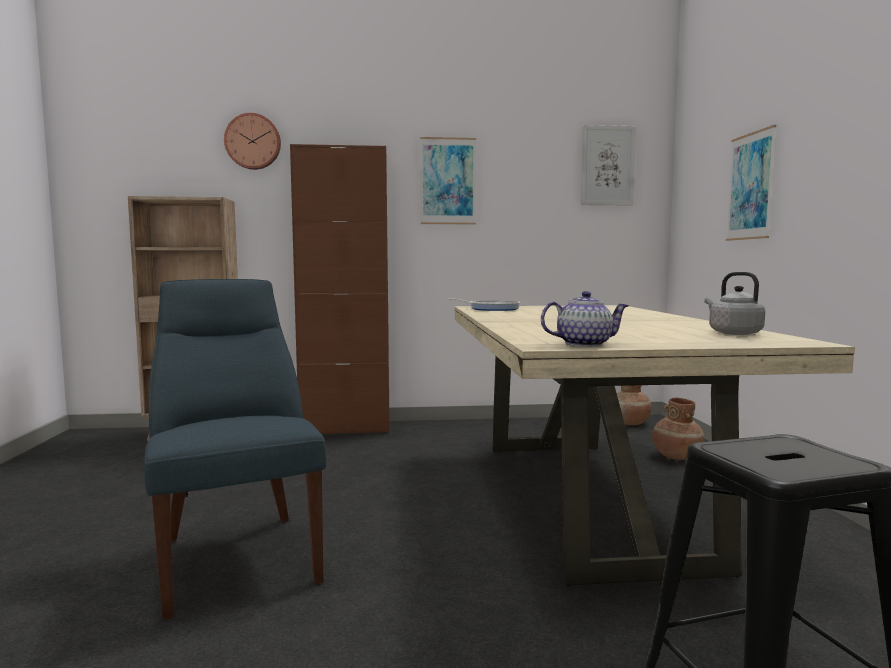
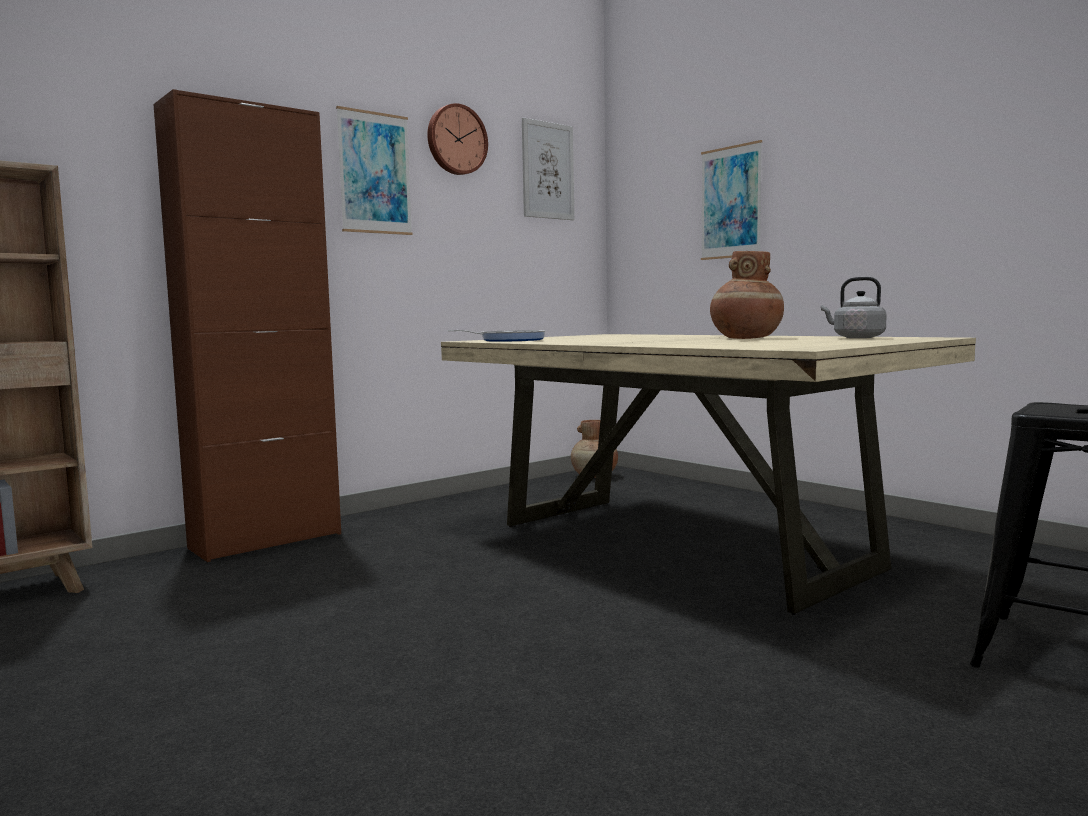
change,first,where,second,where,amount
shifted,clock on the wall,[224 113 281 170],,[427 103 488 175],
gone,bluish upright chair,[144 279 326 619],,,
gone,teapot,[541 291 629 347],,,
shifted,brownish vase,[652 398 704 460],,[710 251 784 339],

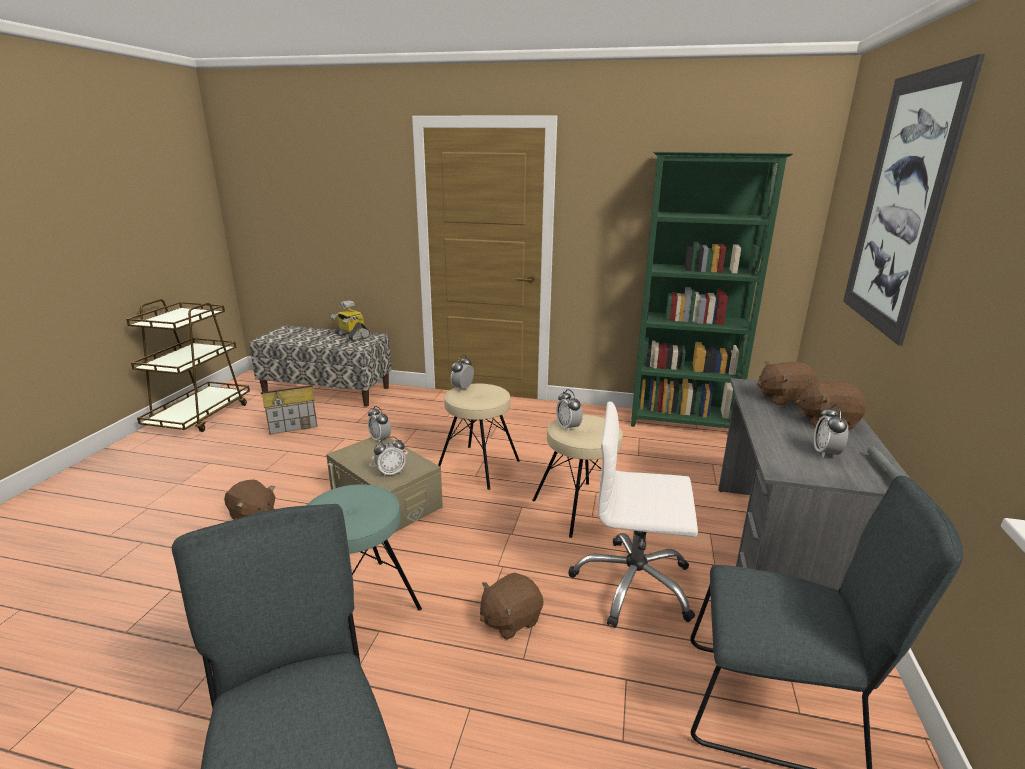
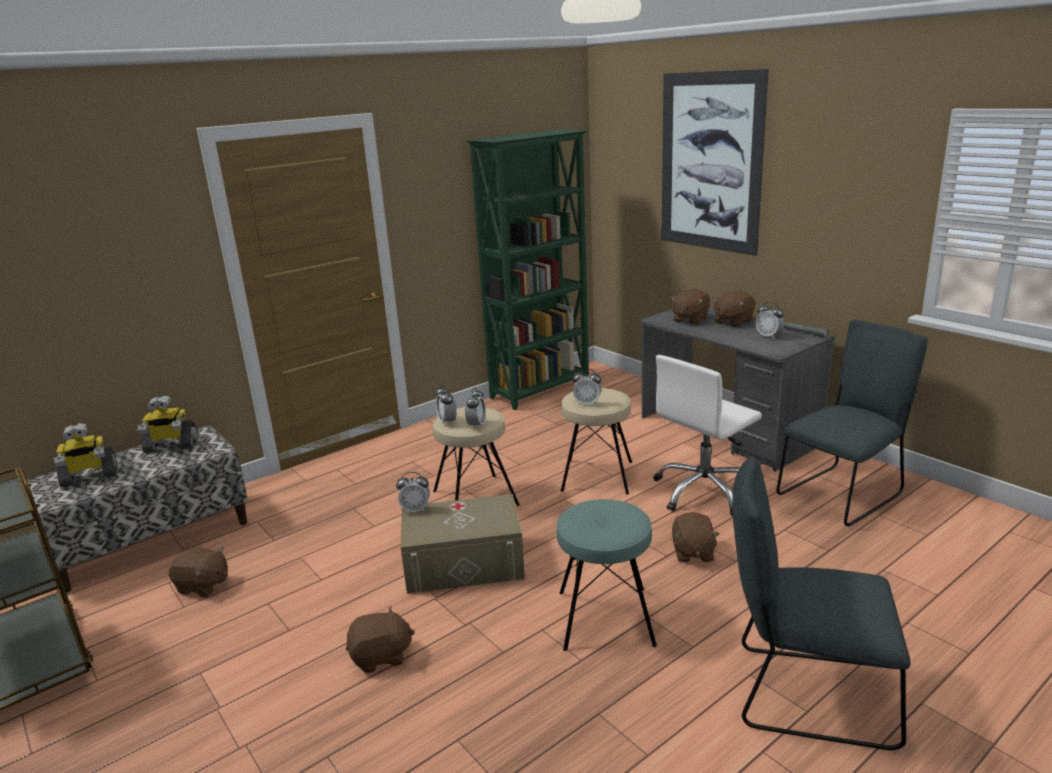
change,first,where,second,where,amount
swapped,miniature house,[261 385 318 435],brownish soft toy,[169 547 228 597],
shifted,alarm clock,[374 437 406 477],,[465 388 486 429],
new,,,model robot,[54 423 118 487],

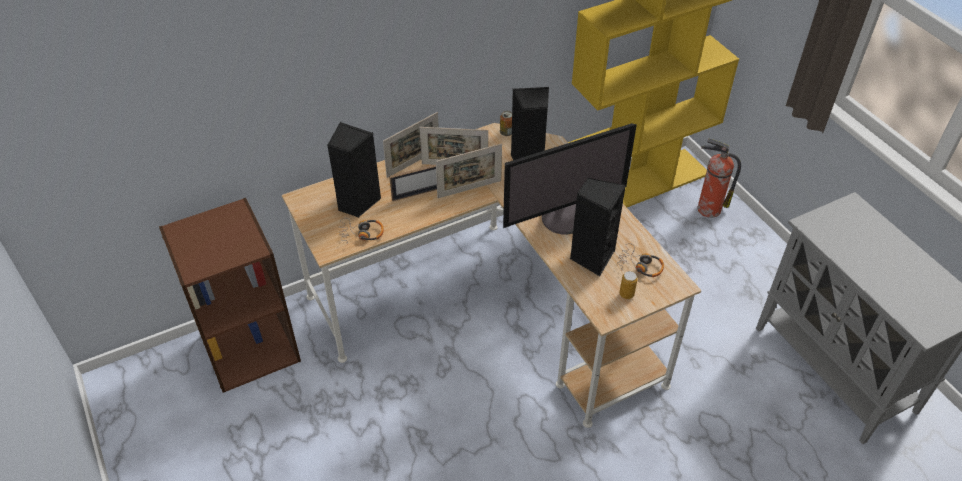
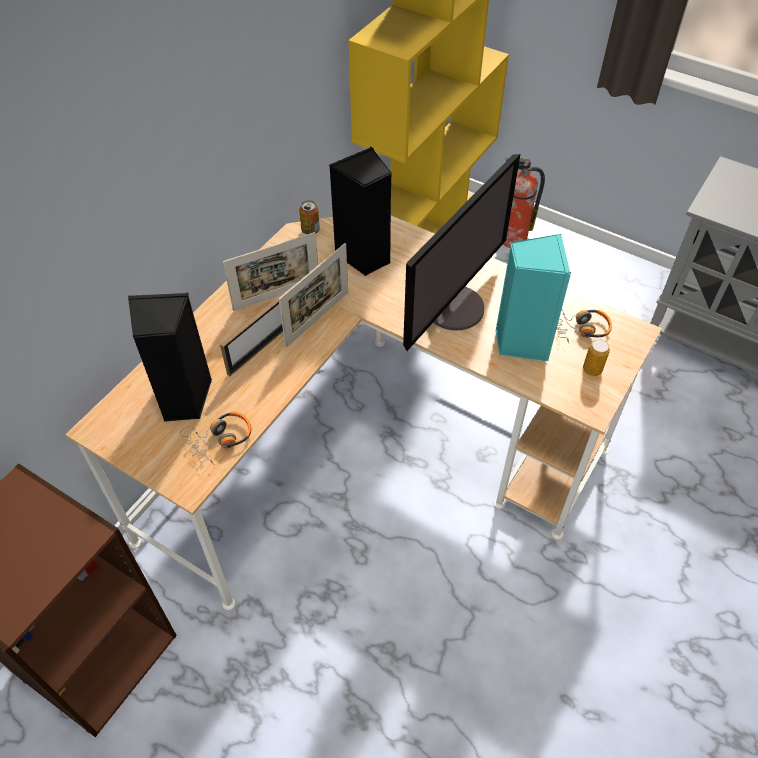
change,first,where,second,where,amount
gone,standing frame,[383 112 439 178],,,
repainted,black audio speaker,[570 178 626 276],blue-green audio speaker,[495 234 571 361],

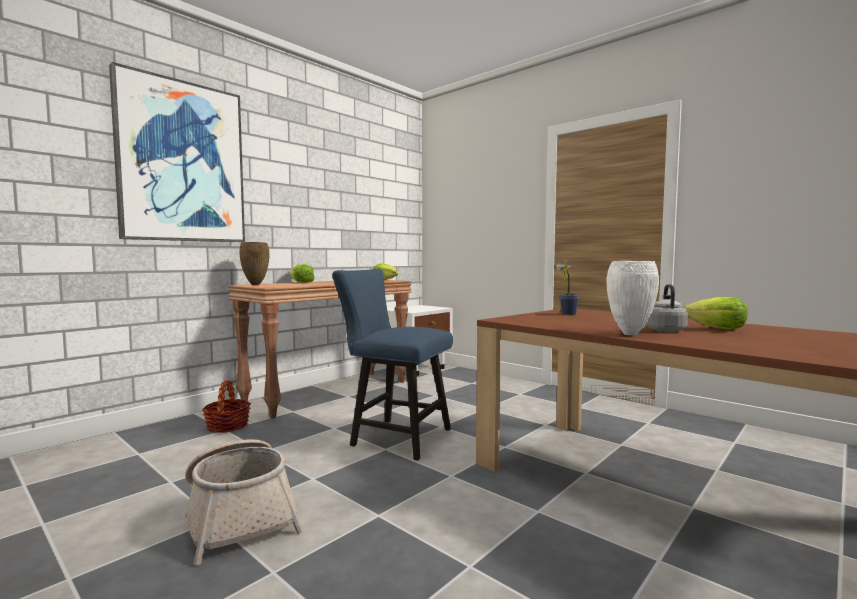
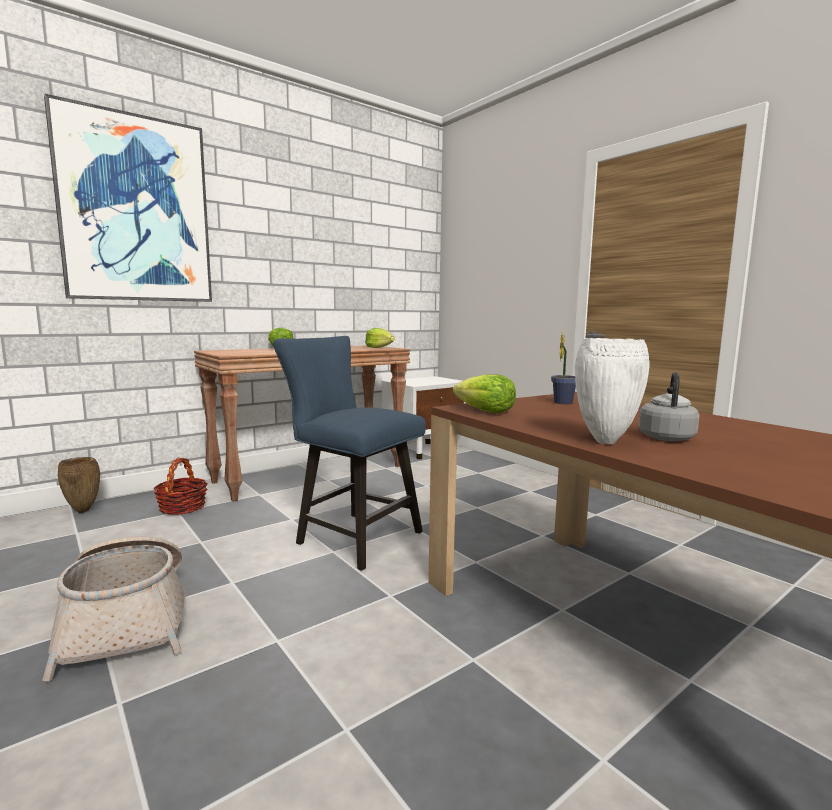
change,first,where,second,where,amount
shifted,brownish vase,[239 242 269 285],,[58 457 100 513],
shifted,lettuce,[684 297 748 330],,[453 374 516 413],

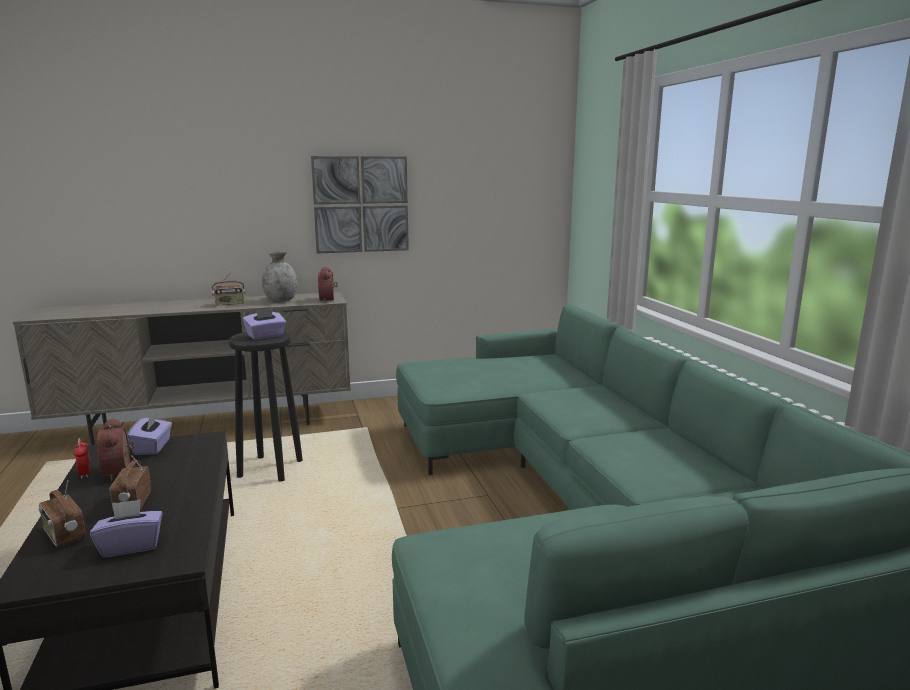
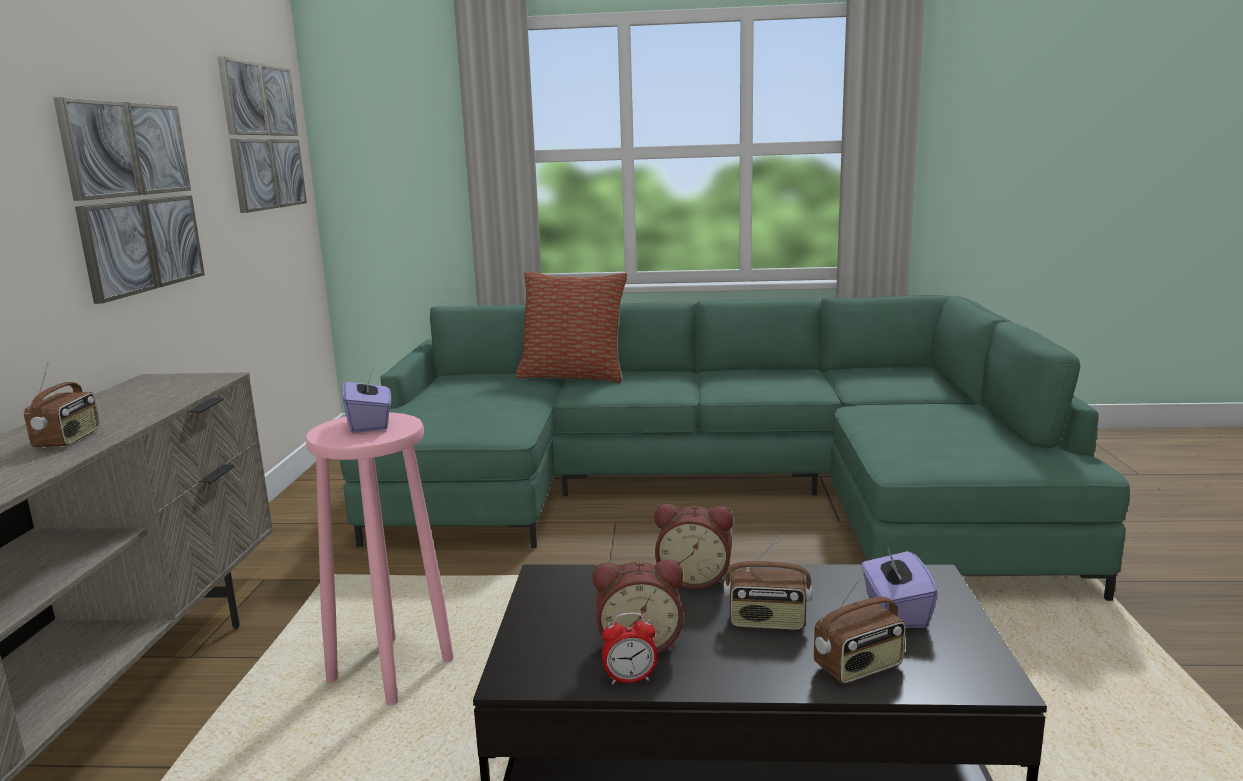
change,first,where,second,where,amount
gone,greyish vase,[262 251 298 302],,,
shifted,alarm clock,[318 267 338 303],,[654 504 733 589],
repainted,black stool,[228 331 303 481],pinkish stool,[306 413 454 705],
gone,purple-coloured tissue holder,[127 413 172 455],,,
new,,,wall picture,[218 56 307 213],
new,,,cushion,[516 272 628 383],

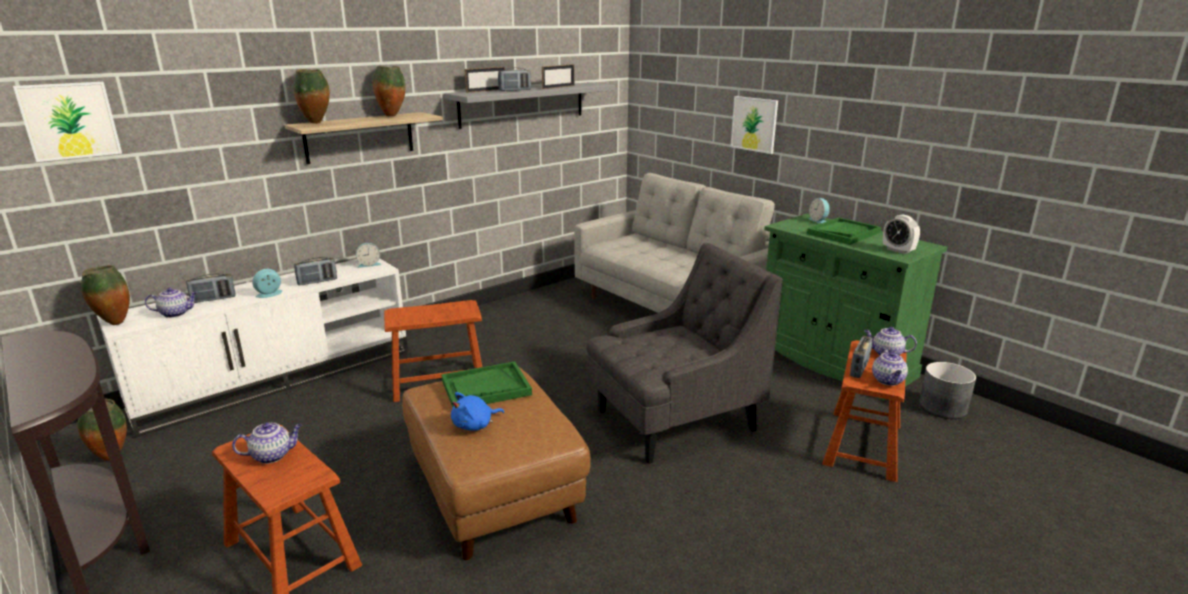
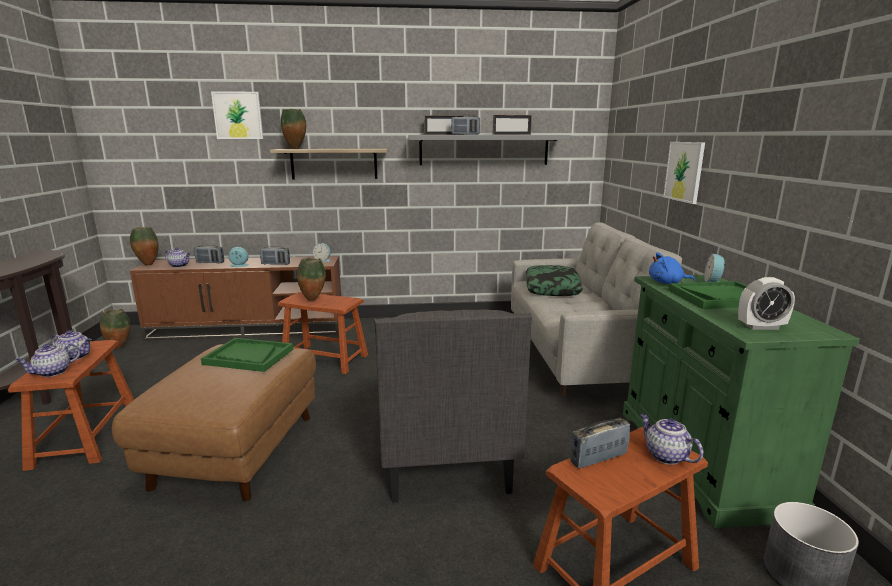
change,first,where,second,where,amount
shifted,vase,[373 66 405 116],,[297 257 326 301],
shifted,wall picture,[13 82 122 162],,[211 91 263 139],
rotated,alarm clock,[883 214 920 254],,[738 277 795 330],90 degrees counterclockwise
rotated,greyish lounge chair,[586 243 783 464],,[374 309 532 503],75 degrees clockwise
repainted,white-coloured tv stand,[97 258 408 438],brownish tv stand,[130 256 341 341],
shifted,teapot,[872 348 908 386],,[15 344 80 377],
shifted,bluish soft toy,[451 392 504 430],,[649 252 695 284],
new,,,cushion,[526 265 583 296],

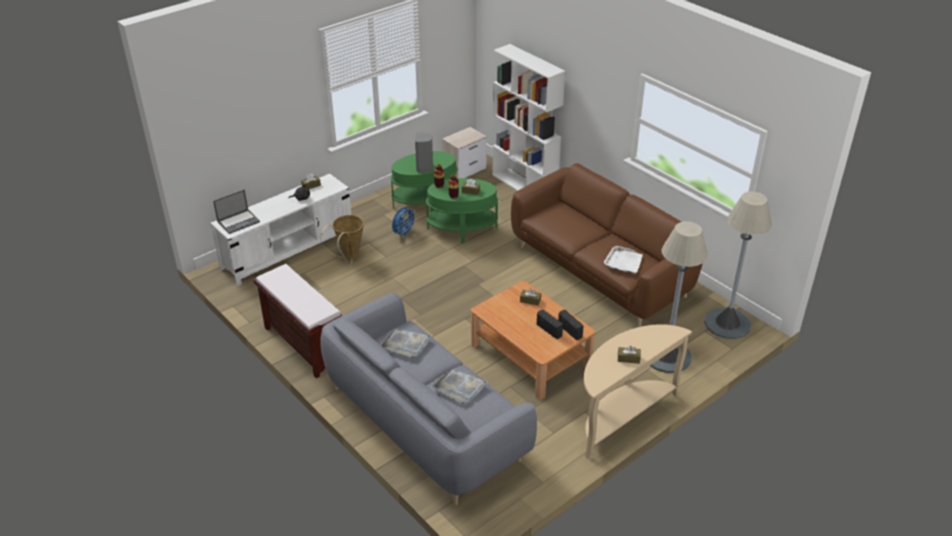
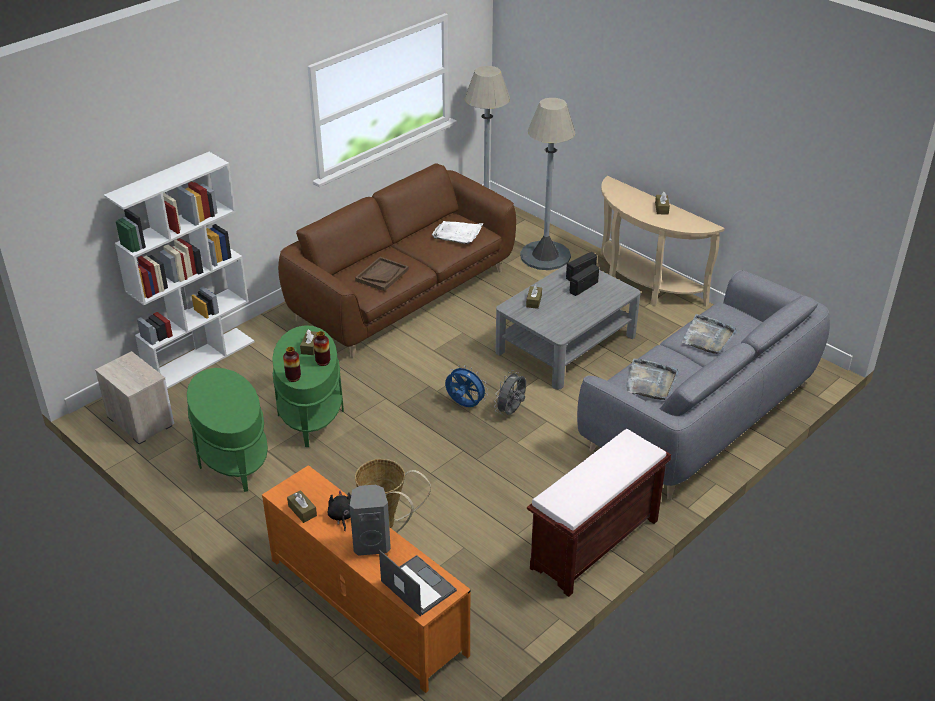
change,first,where,second,where,amount
shifted,greyish audio speaker,[415 132 433 173],,[350 485 391 556],
repainted,white-coloured tv stand,[211 174 351 286],orangey tv stand,[262 465 471 693],
shifted,bluish electric fan,[392 207 417 238],,[445 365 488 407],
repainted,brownish coffee table,[471 281 595 399],greyish coffee table,[496 264 641 390],
new,,,brownish tray,[355 257 409 291],
new,,,greyish electric fan,[494 370 526 415],

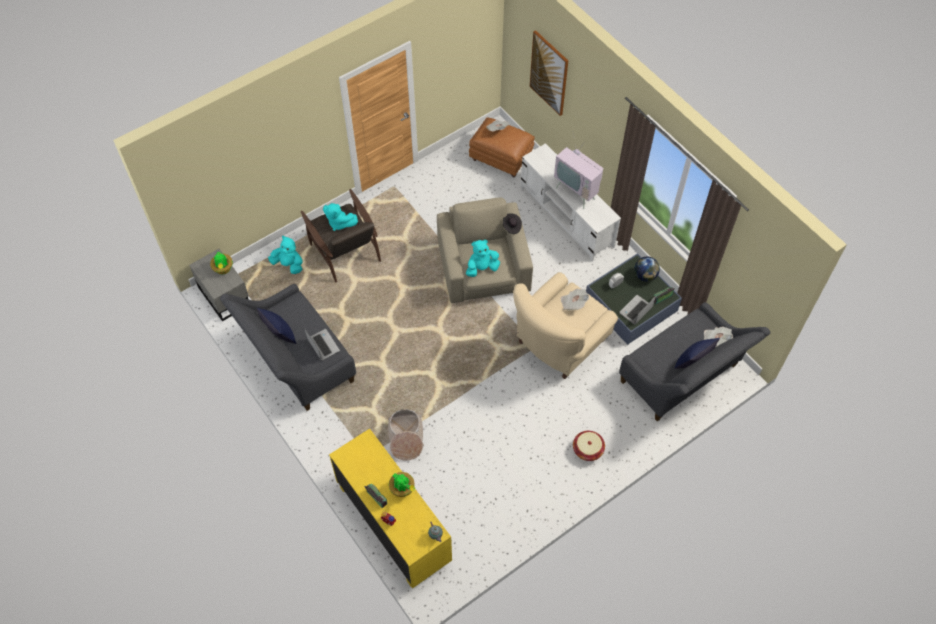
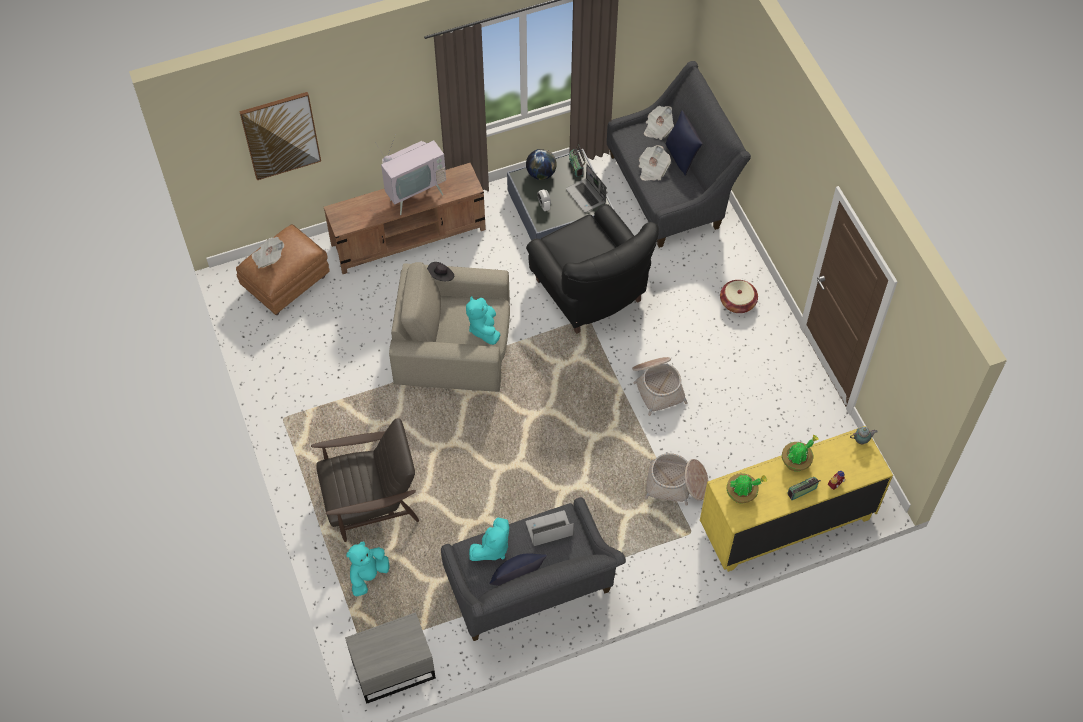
change,first,where,second,where,amount
repainted,white-coloured tv stand,[520 143 621 262],brownish tv stand,[324 163 486 274],
shifted,blue-green soft toy,[323 203 358 231],,[469 518 509 561],
shifted,potted plant,[210 251 233 275],,[727 473 767 504],
repainted,sand-coloured lounge chair,[513 272 618 379],black lounge chair,[526 204 659 334],
shifted,daily paper,[560 289 589 310],,[638 145 671 181],
new,,,storage basket,[632 357 688 416],

